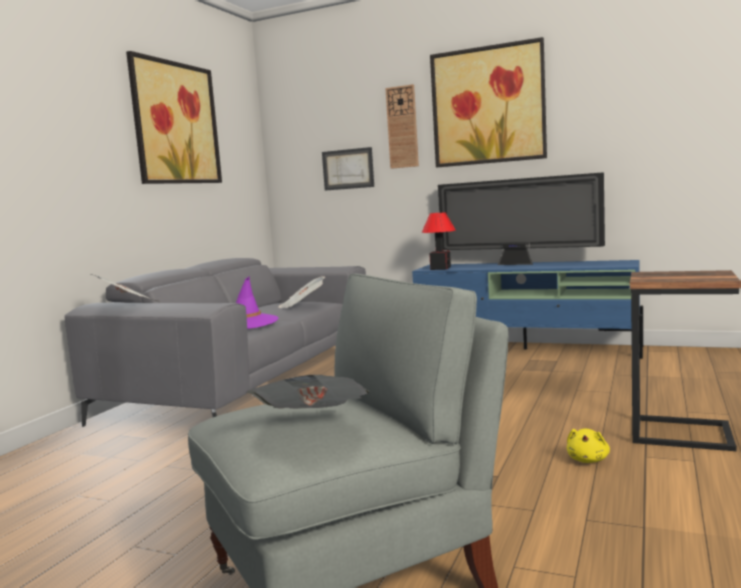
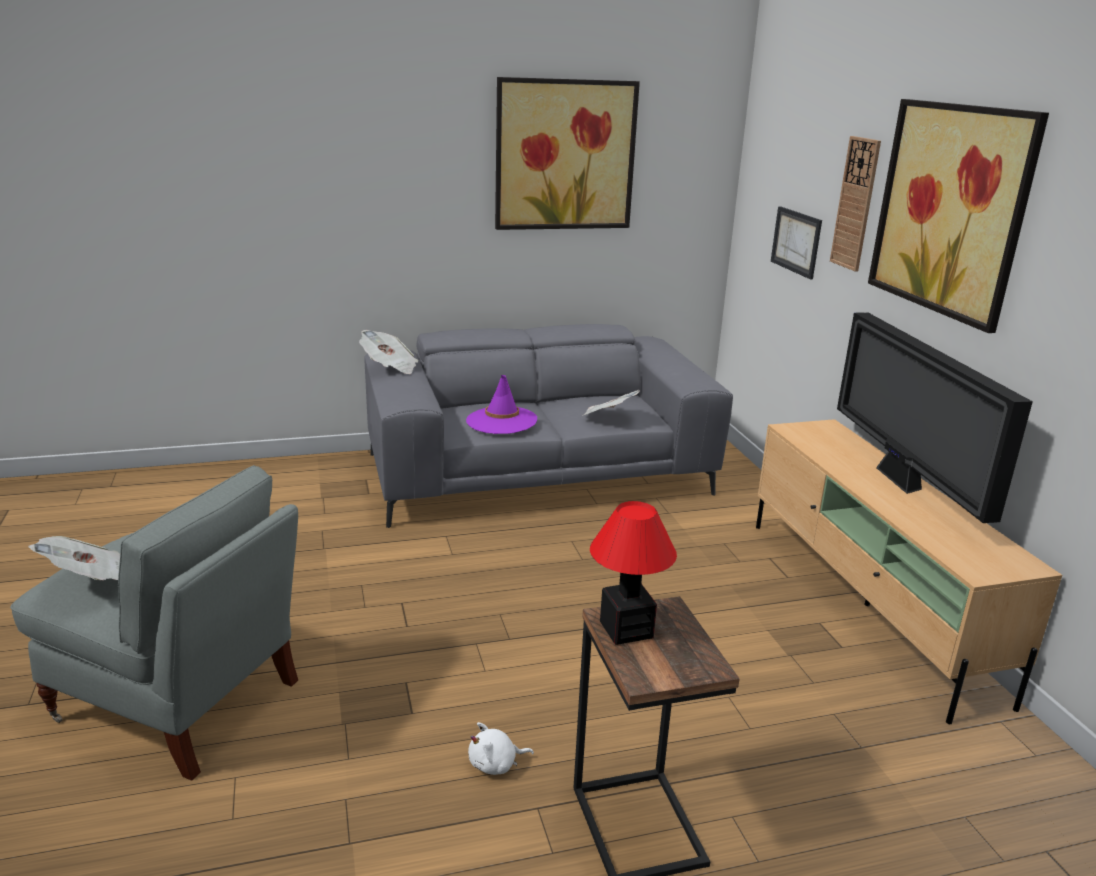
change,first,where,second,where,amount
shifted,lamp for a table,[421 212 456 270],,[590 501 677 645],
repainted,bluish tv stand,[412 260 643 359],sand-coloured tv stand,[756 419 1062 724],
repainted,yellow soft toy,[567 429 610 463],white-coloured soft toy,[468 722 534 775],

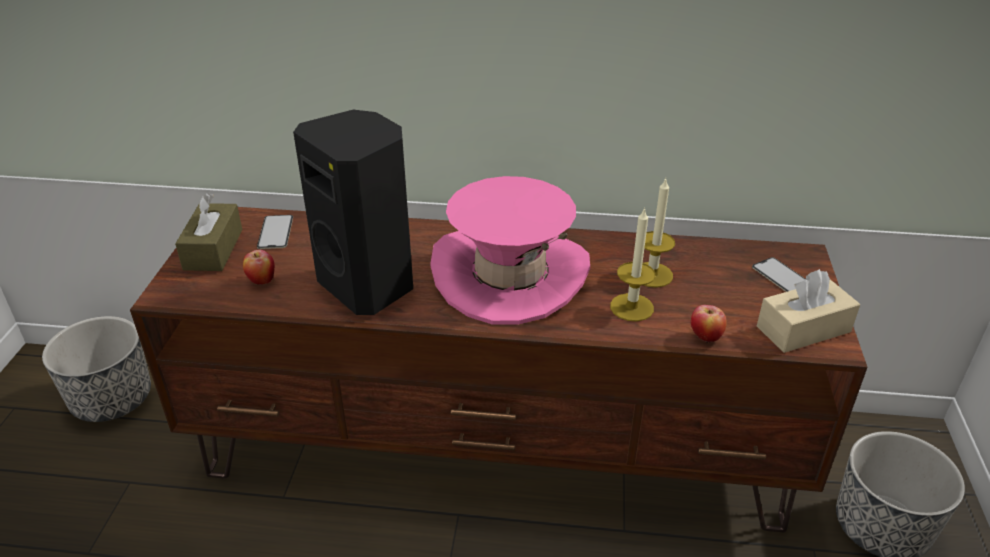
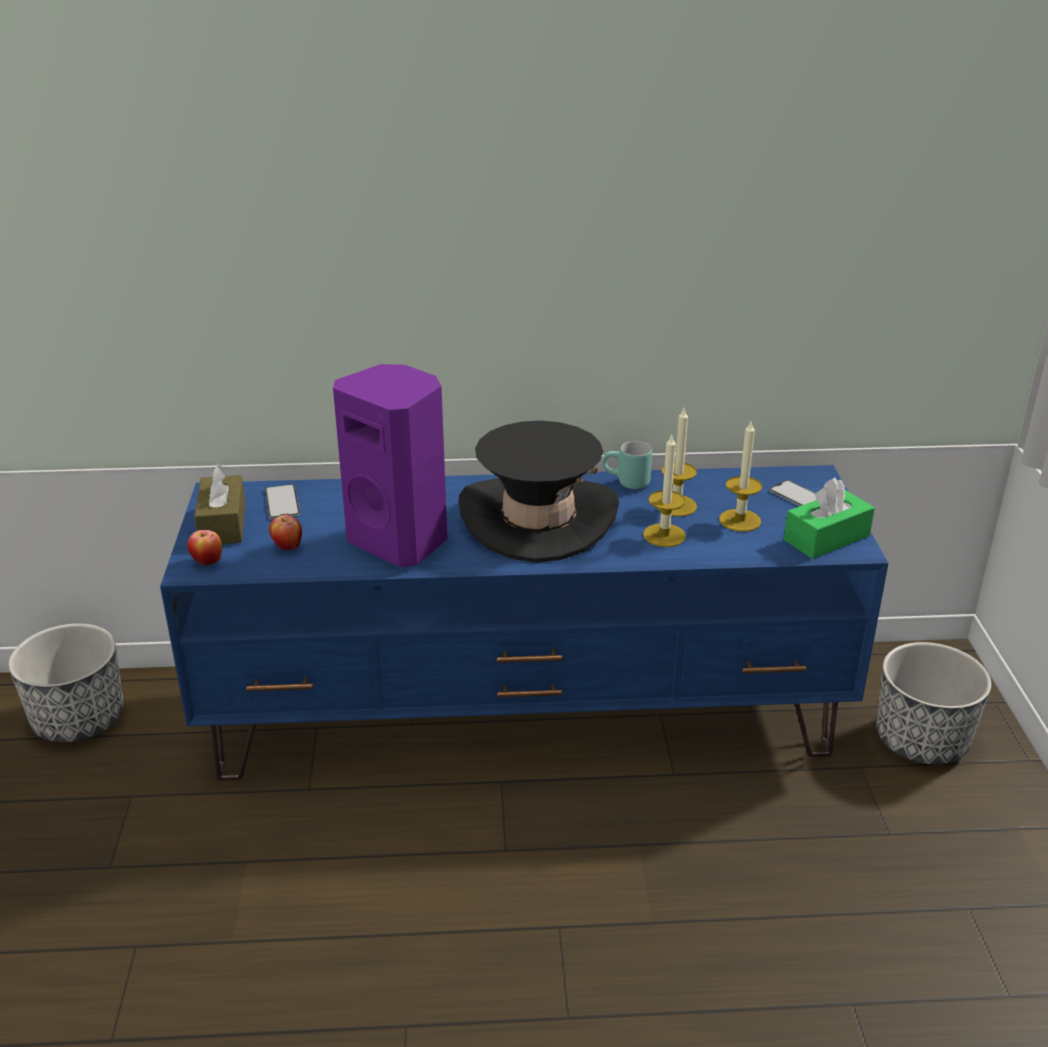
change,first,where,second,where,amount
repainted,black audio speaker,[293 110 413 315],purple-coloured audio speaker,[333 364 447 567],
repainted,pinkish clothing hat,[430 176 590 325],black clothing hat,[459 421 619 563],
repainted,brownish tv stand,[130 207 868 533],bluish tv stand,[160 465 888 780],
repainted,sand-coloured tissue holder,[757 269 860 353],greenish tissue holder,[784 478 875 559],
shifted,whole apple,[691 305 727 343],,[187 530 222 567],
new,,,candle,[719 422 762 532],
new,,,blue-green tea mug,[603 441 652 489],

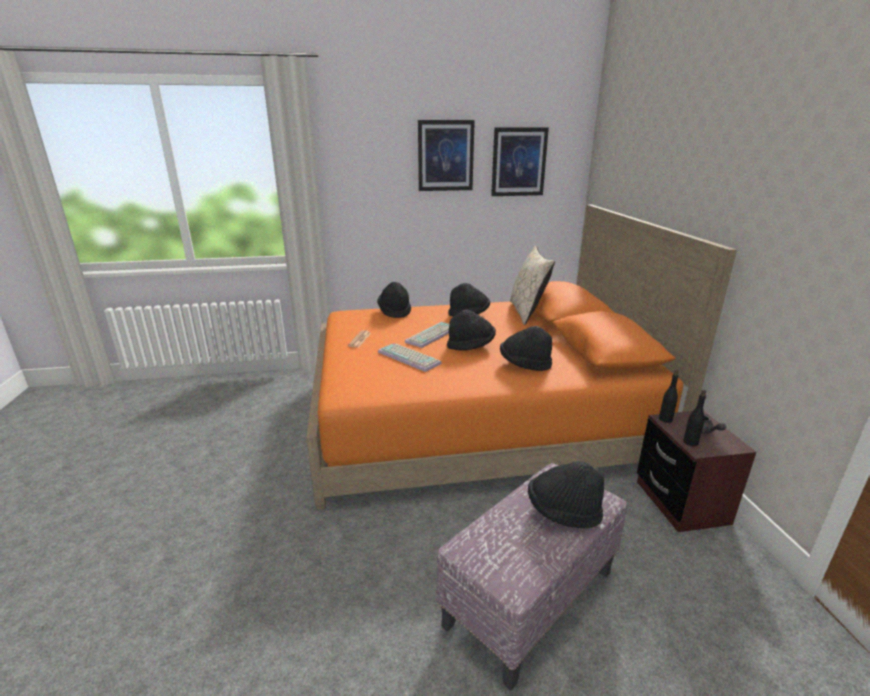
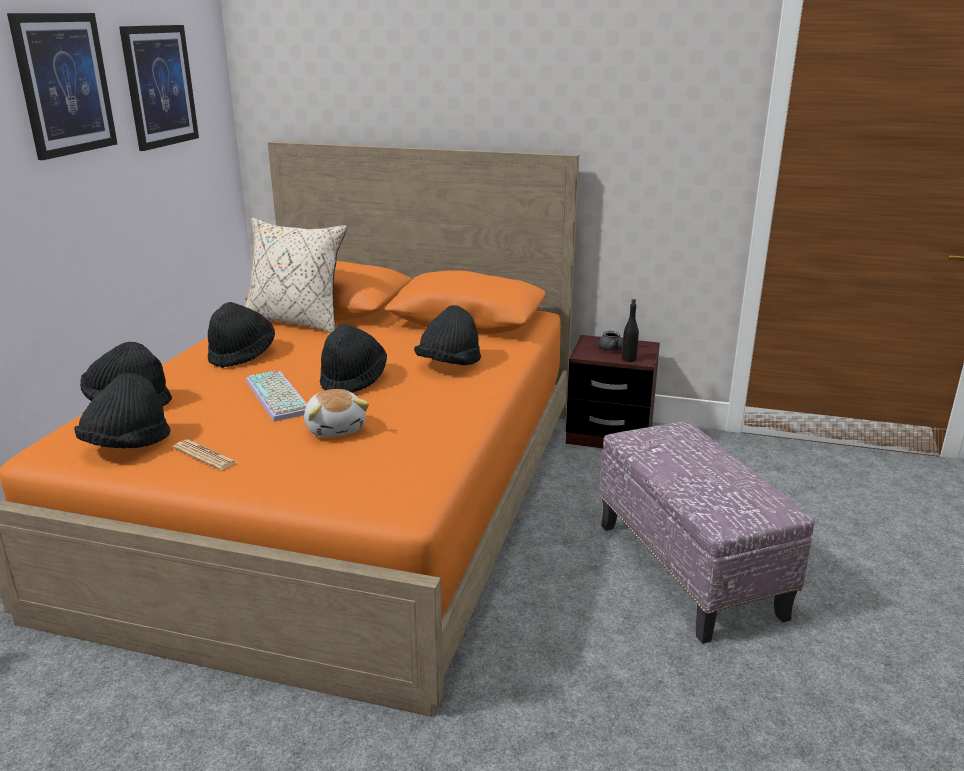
change,first,where,second,where,amount
swapped,keyboard,[378 343 442 372],soft toy,[304 389 369 438],
gone,black beverage bottle,[659 370 679 423],,,
shifted,black clothing hat,[528 461 604 528],,[74 373 171 448],

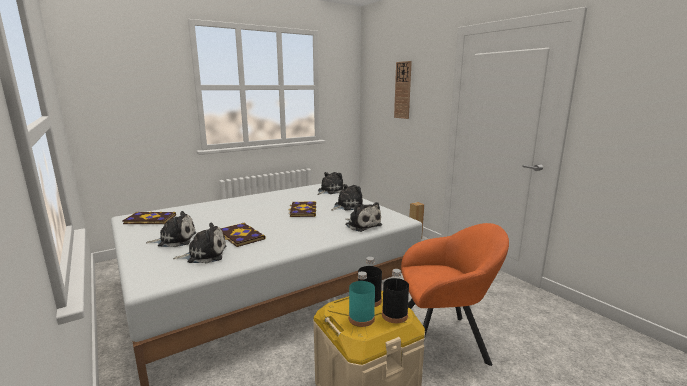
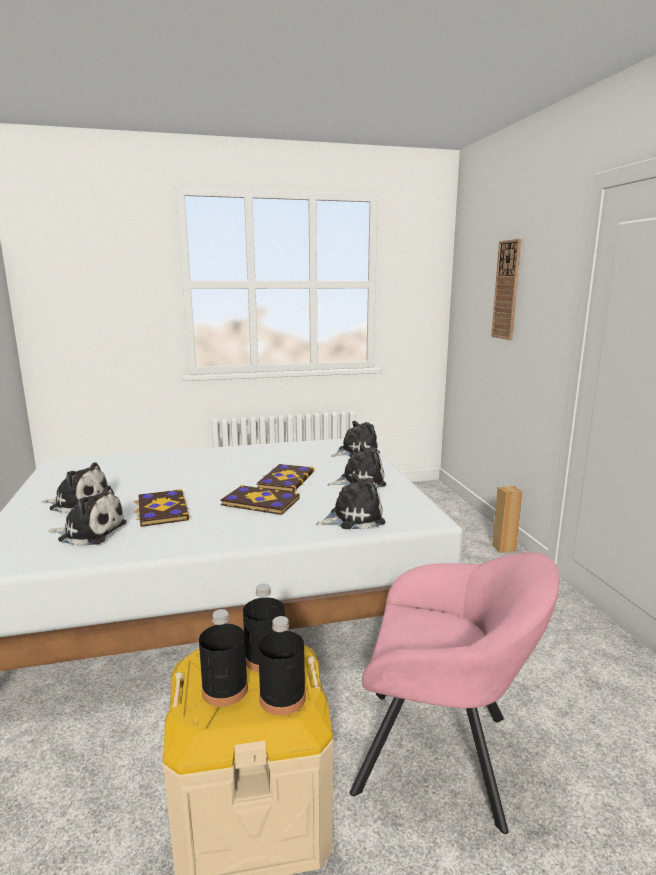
change,first,where,second,where,amount
rotated,soft toy,[345 202 382 232],,[316 473 385 529],90 degrees counterclockwise
shifted,bound book,[122 212 176 224],,[221 485 300 515],
repainted,orangey lounge chair,[401 223 509 366],pinkish lounge chair,[350 552 560 834],
repainted,blue-green beverage bottle,[349 271 375 327],black beverage bottle,[199 609 248 707],

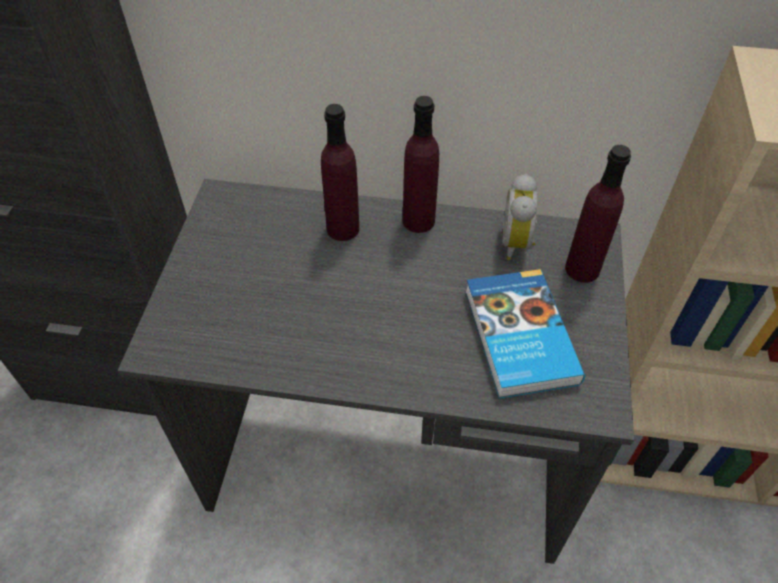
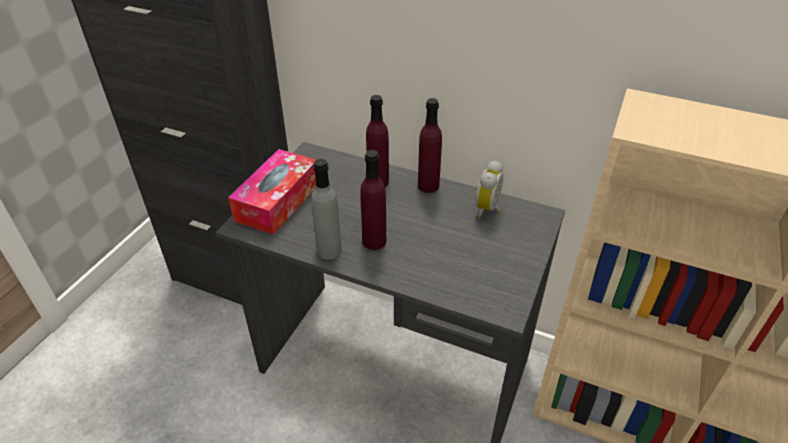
change,first,where,second,where,amount
shifted,purple-coloured beverage bottle,[565 145 631 282],,[360 150 386 250],
gone,bound book,[465 269 585 399],,,
new,,,tissue holder,[228 149 316 235],
new,,,greyish beverage bottle,[311 159 342 260],

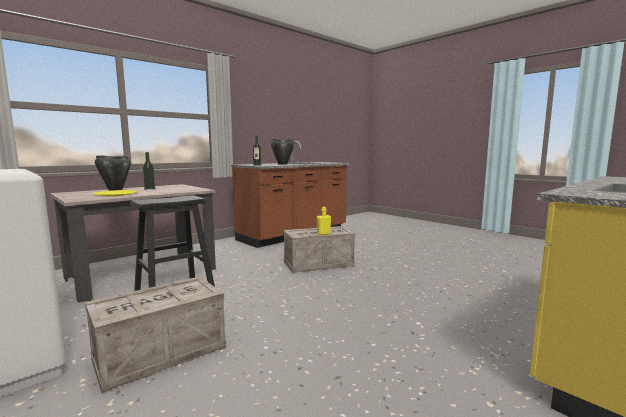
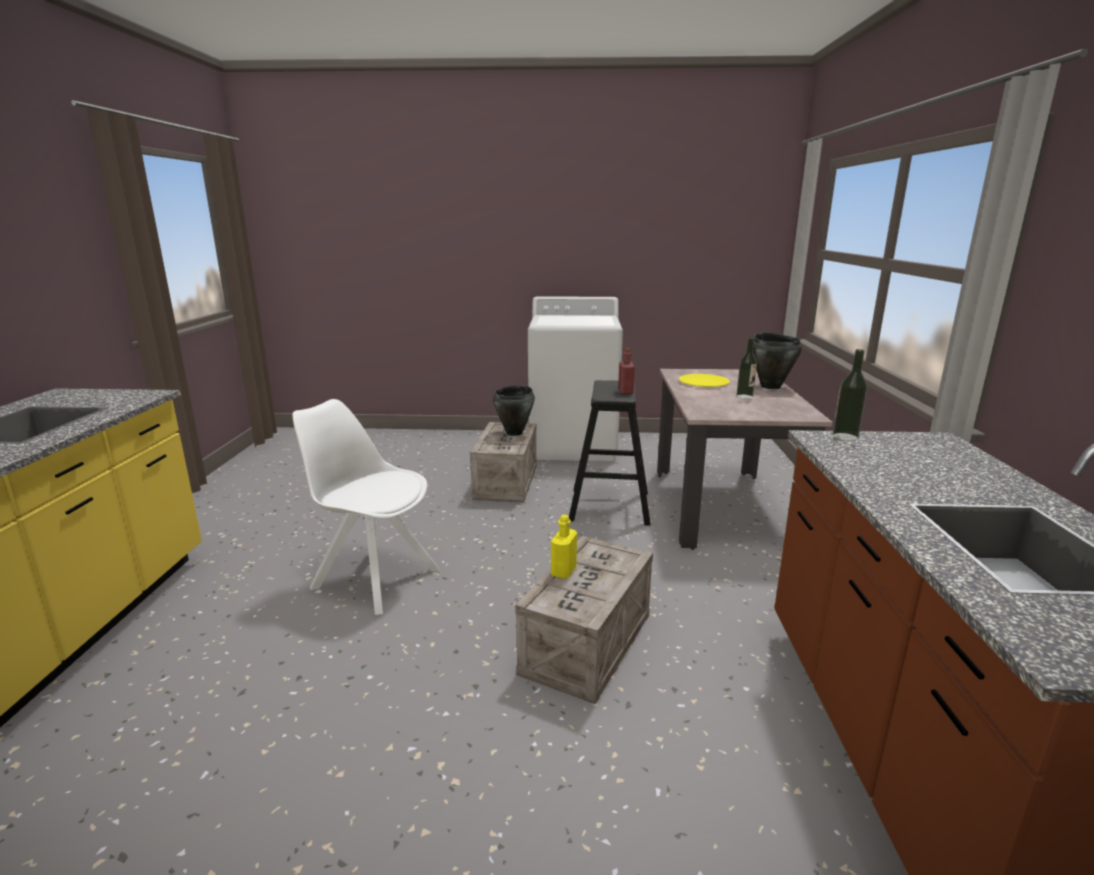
change,first,where,second,where,amount
shifted,black cooking pot,[271 139 295 164],,[493 385 535 436],
new,,,reddish beverage bottle,[618 348 635 394],
new,,,white-coloured upright chair,[292 399 440 615],

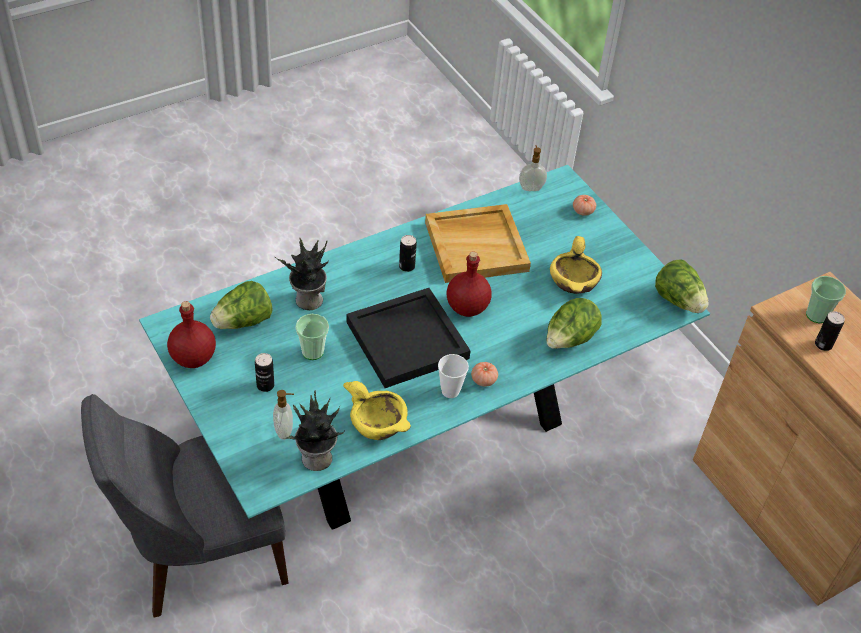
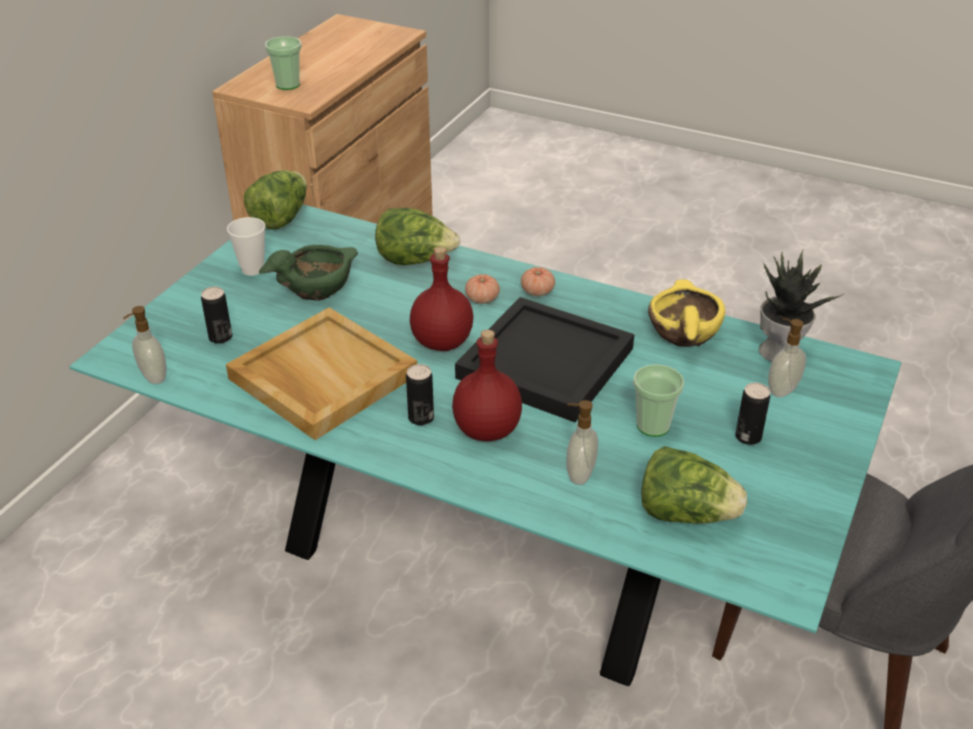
change,first,where,second,where,amount
shifted,tomato,[573 195 596 216],,[465 274 500 304],
repainted,yellow bowl,[550 236 602 294],greenish bowl,[259 245 358 301],
swapped,potted plant,[275 238 330 310],soap dispenser,[566 400 598 485],
shifted,reddish beverage bottle,[167 301 216 368],,[452 330 522 441],
shifted,metal can,[815 311 845 351],,[201 287 232 344],
shifted,small cup,[438 354 469 398],,[227 217 265 276],

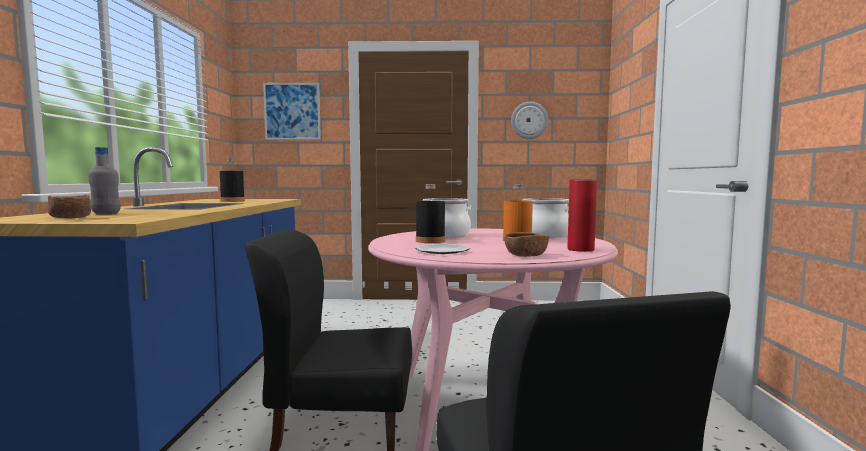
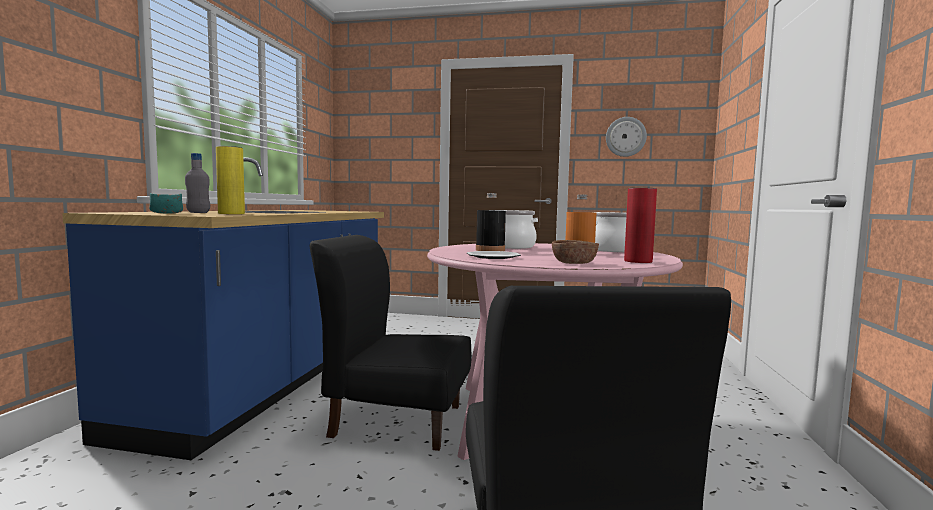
change,first,where,second,where,amount
gone,wall picture,[263 83 321 140],,,
gone,black beverage bottle,[220 158 245 202],,,
repainted,brownish bowl,[48 194 91 218],blue-green bowl,[149 193 183 214],
new,,,yellow vase,[216 146 245 214],

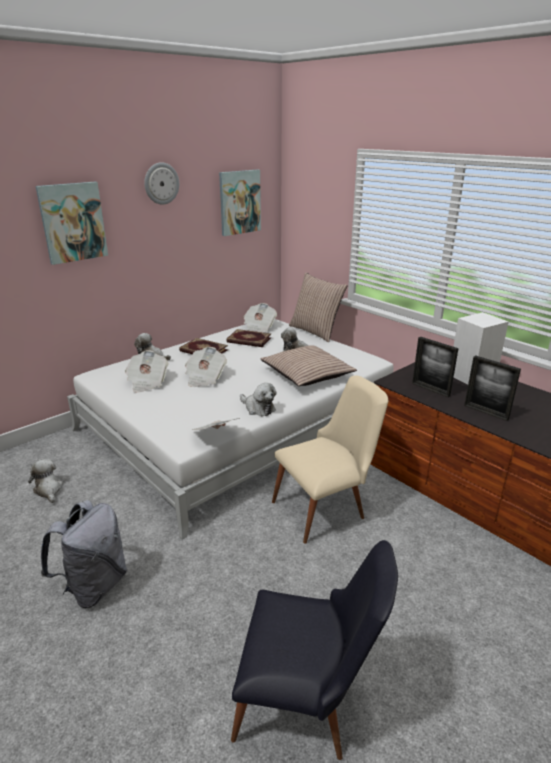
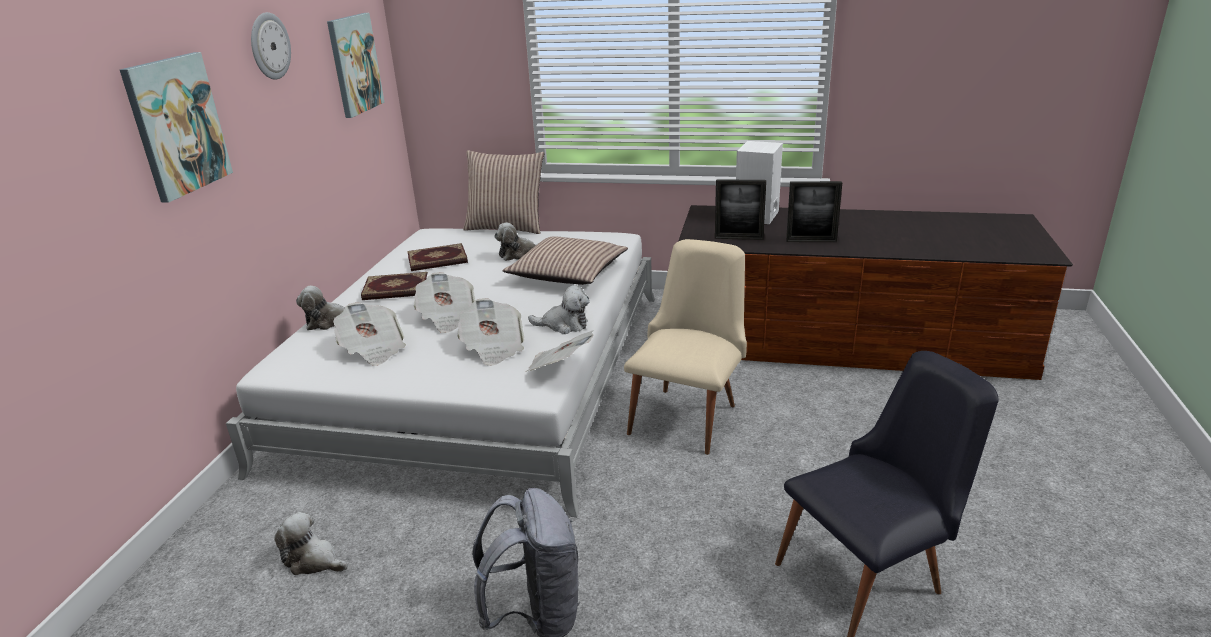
change,first,where,second,where,amount
shifted,daily paper,[243 303 277 332],,[457 298 524 366],

